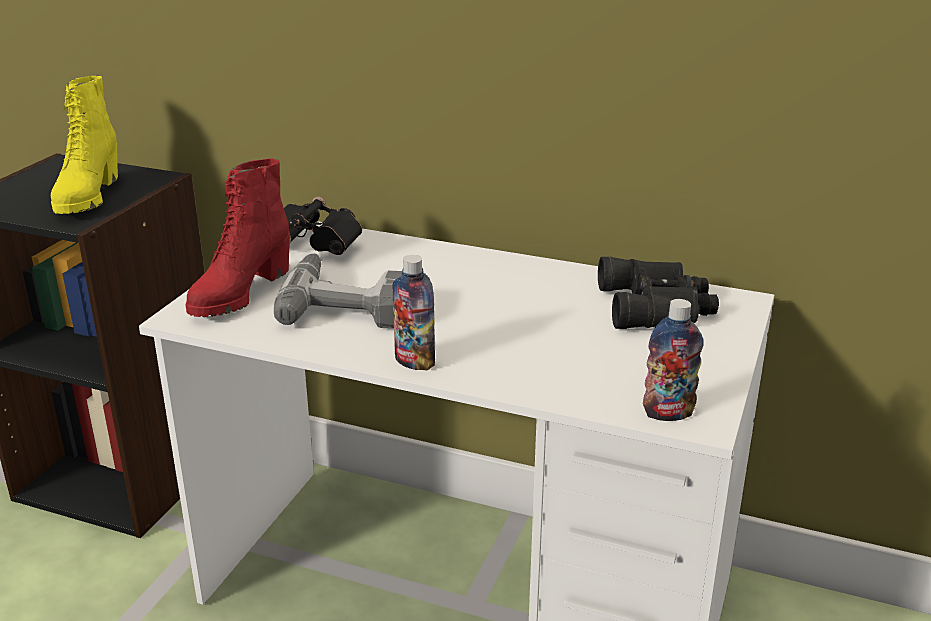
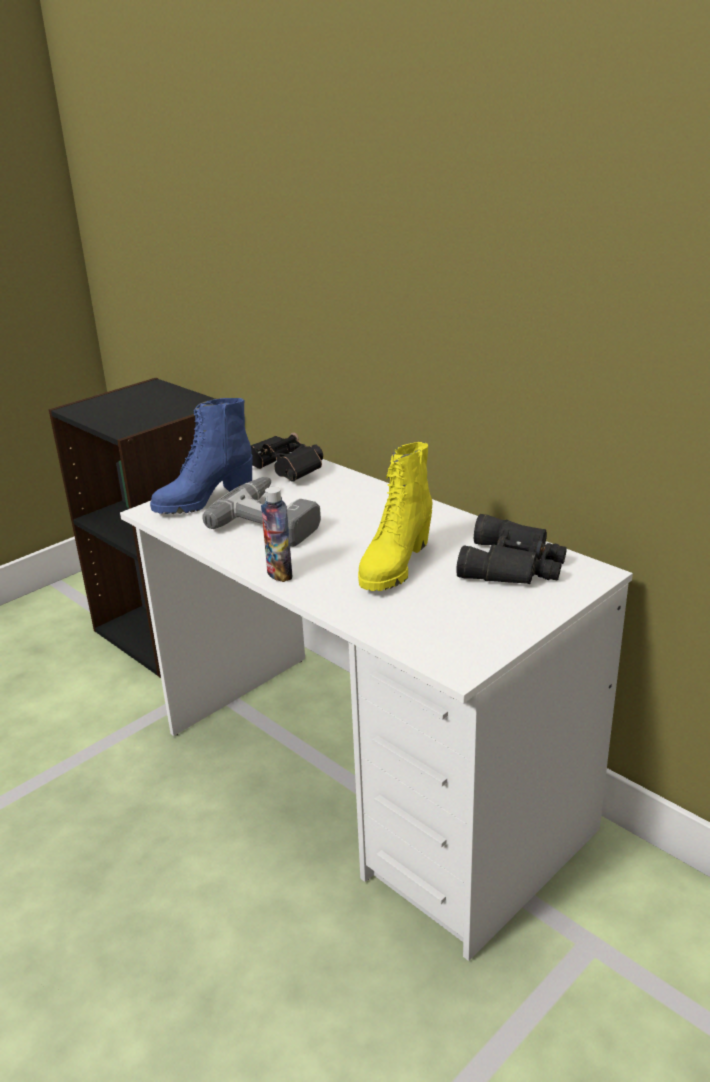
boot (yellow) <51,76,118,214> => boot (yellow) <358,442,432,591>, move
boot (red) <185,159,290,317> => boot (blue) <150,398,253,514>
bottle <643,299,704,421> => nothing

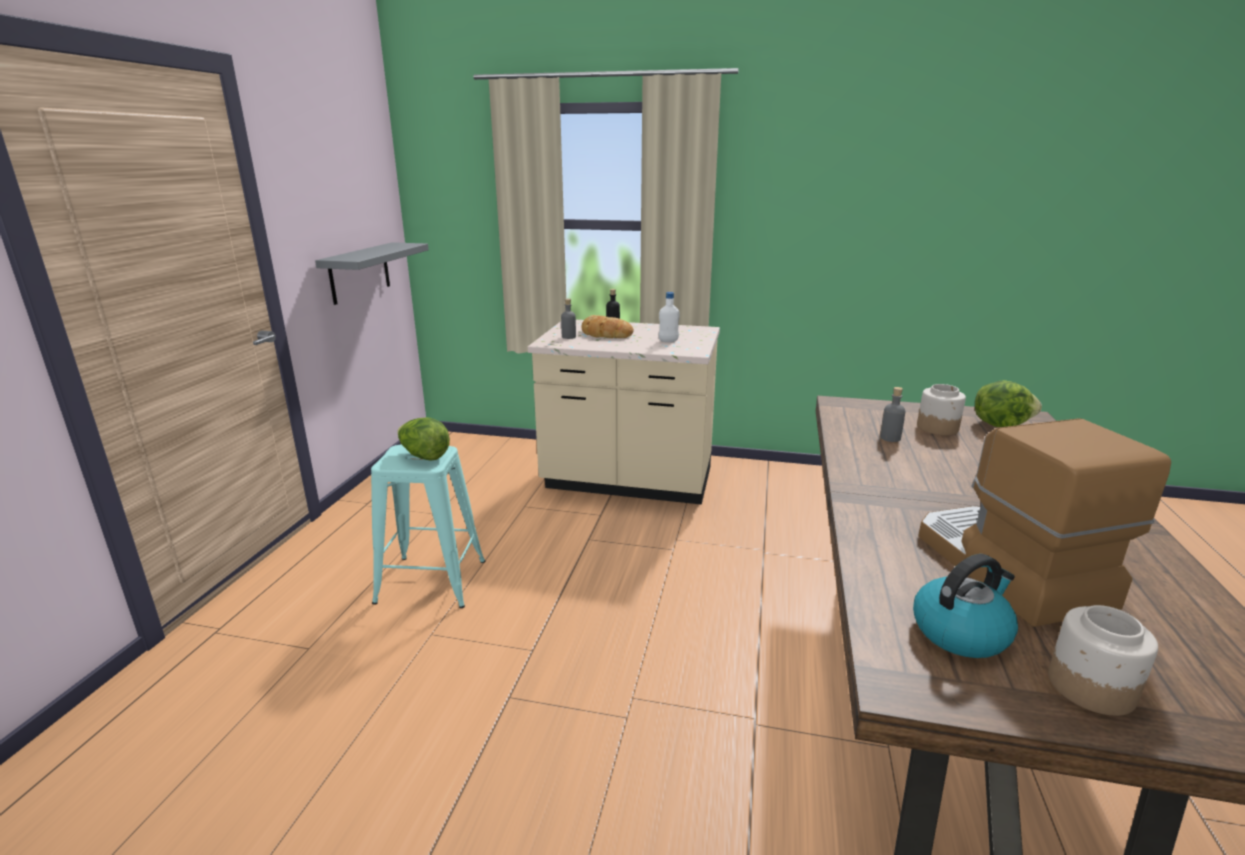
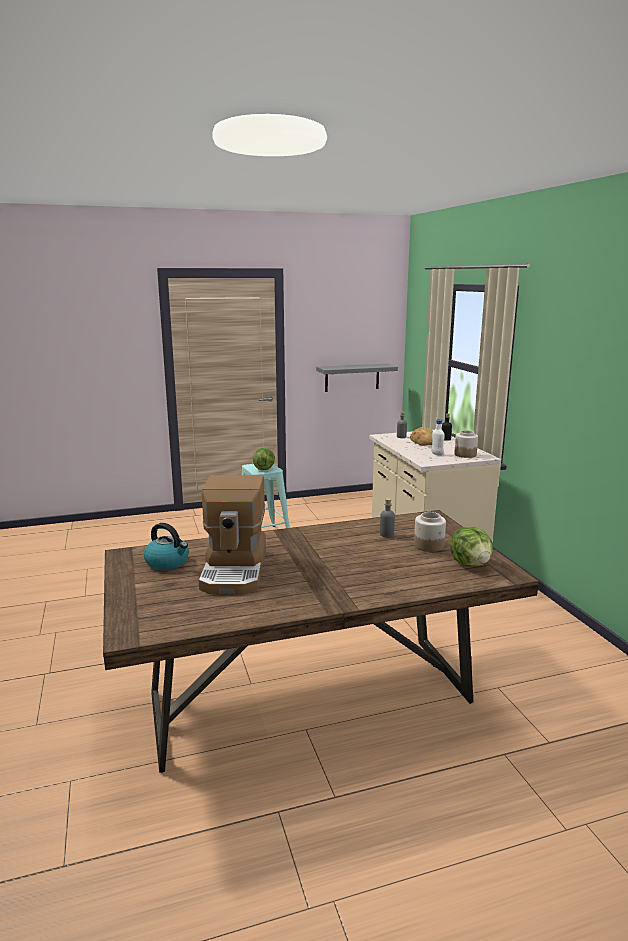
coffee machine <918,418,1171,627> => coffee machine <199,475,266,595>, 135 degrees clockwise
jar <1048,605,1158,716> => jar <454,430,478,458>, move

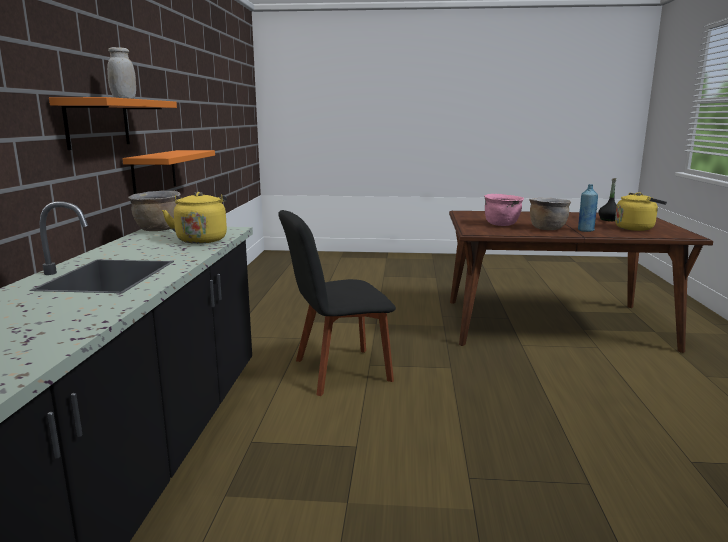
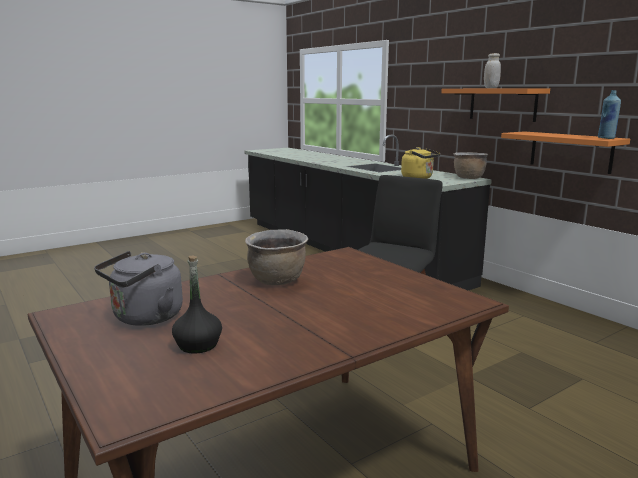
cooking pot (pink) <484,194,524,226> => nothing
bottle (blue) <578,184,598,232> => bottle (blue) <597,90,621,139>, move
kettle (yellow) <615,192,667,231> => kettle (grey) <94,251,183,326>

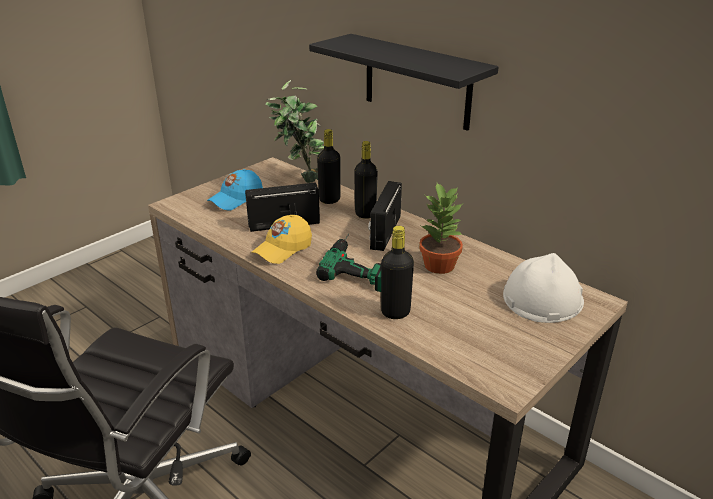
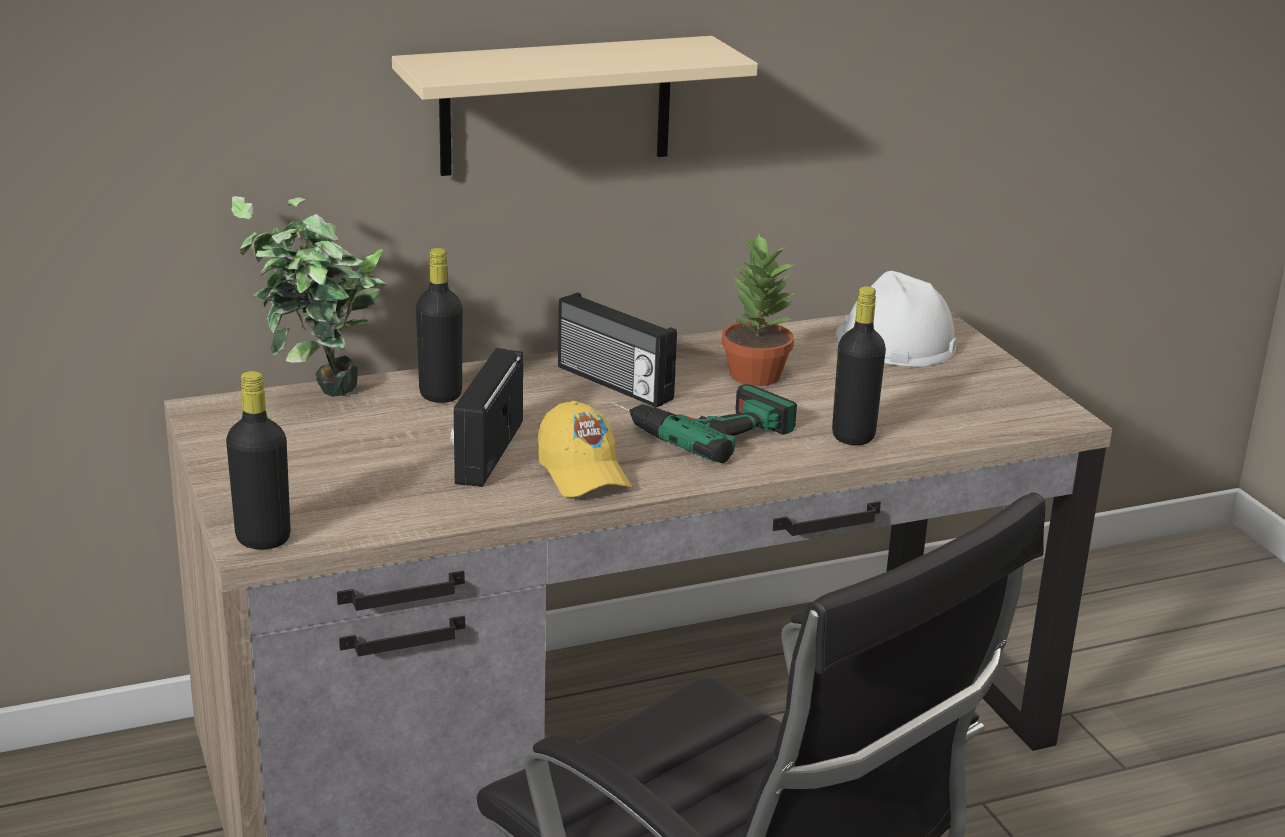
cap (blue) <207,169,263,211> => nothing
shelf (black) <309,34,499,131> => shelf (beige) <392,36,758,176>
bottle (black) <354,141,378,219> => bottle (black) <226,371,291,549>, move

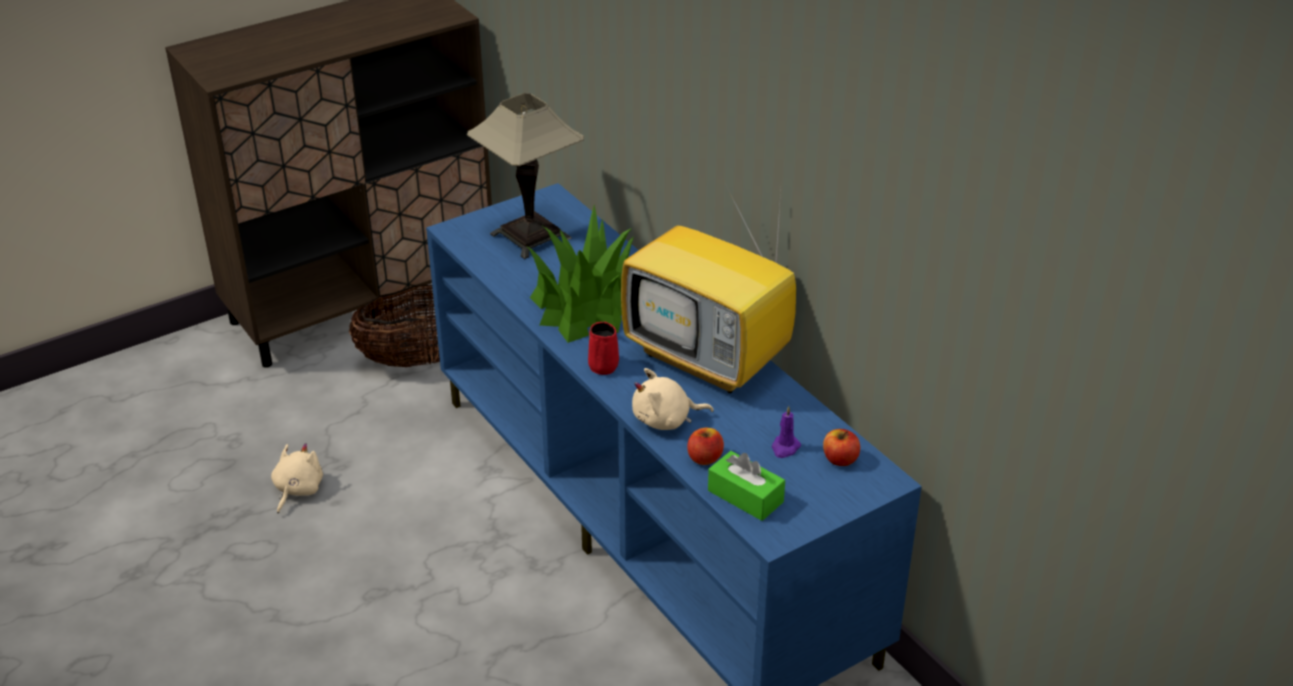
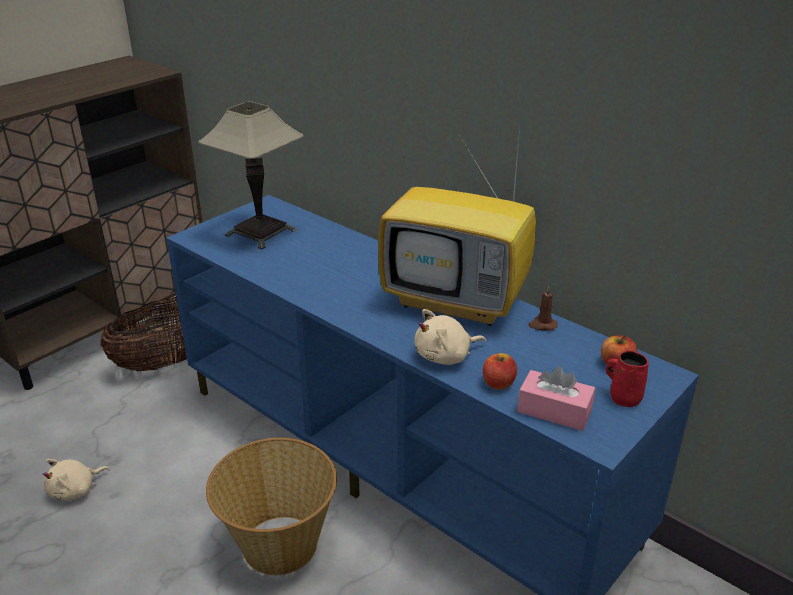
plush toy (beige) <271,443,323,514> => plush toy (beige) <43,459,110,500>, 135 degrees counterclockwise
potted plant <528,205,635,343> => nothing
mug (red) <588,322,619,375> => mug (red) <606,350,649,407>, move
tissue box (green) <708,451,785,521> => tissue box (pink) <517,366,596,431>
candle (purple) <772,406,801,458> => nothing
nothing => basket <206,438,337,575>
nothing => candle (brown) <528,285,558,331>

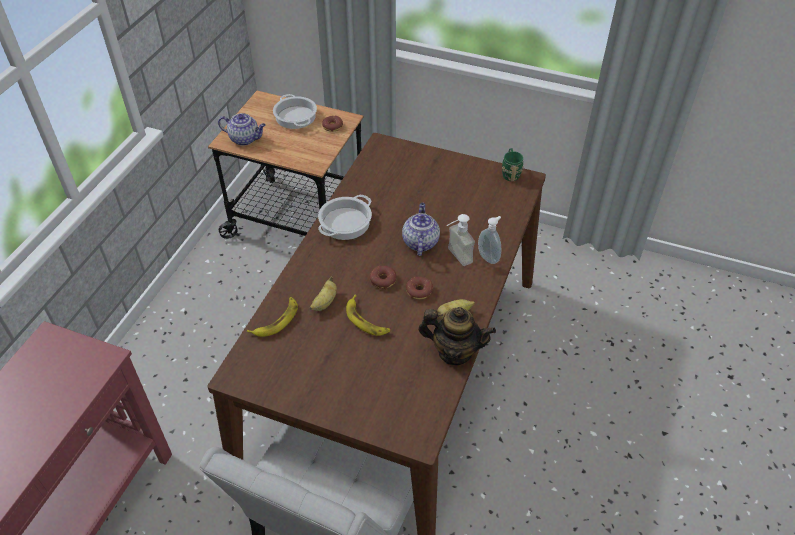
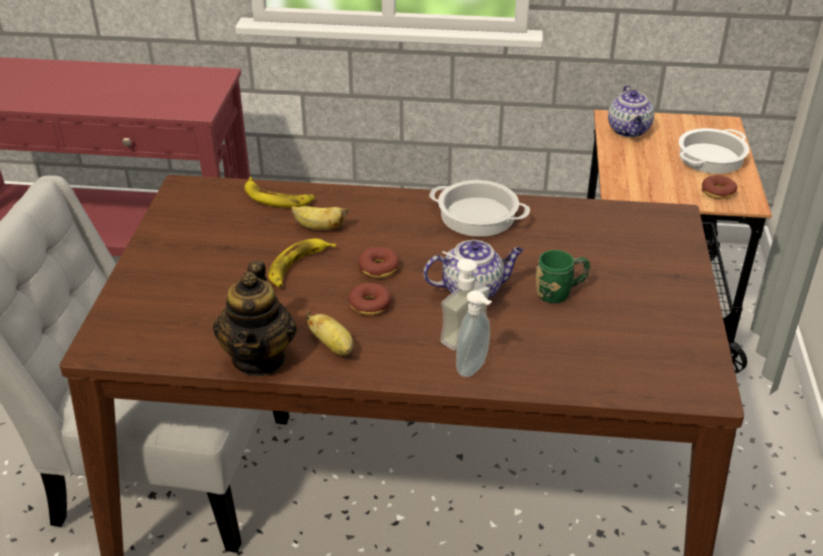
mug (green) <502,148,524,181> => mug (green) <536,250,590,303>, move

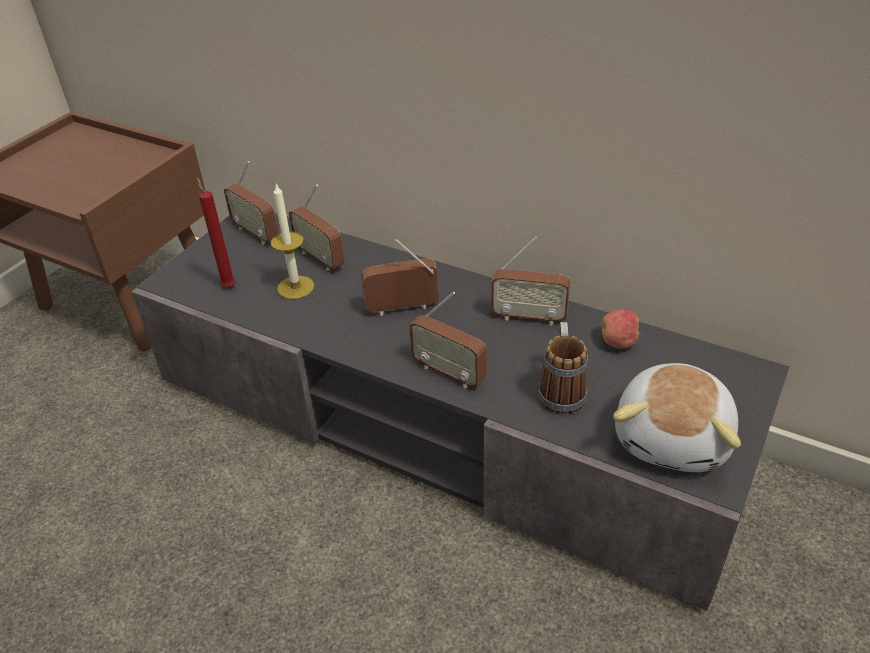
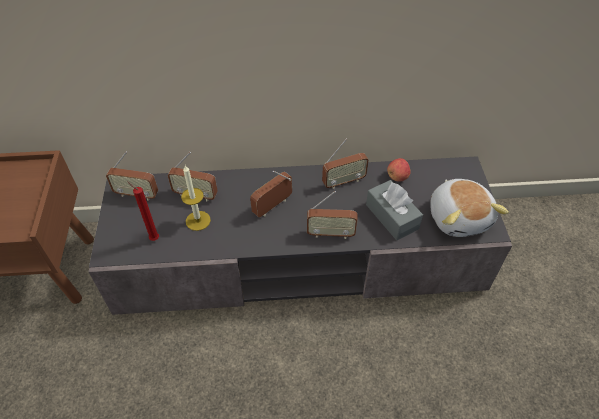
mug <538,322,588,414> => tissue box (grey) <366,180,423,240>

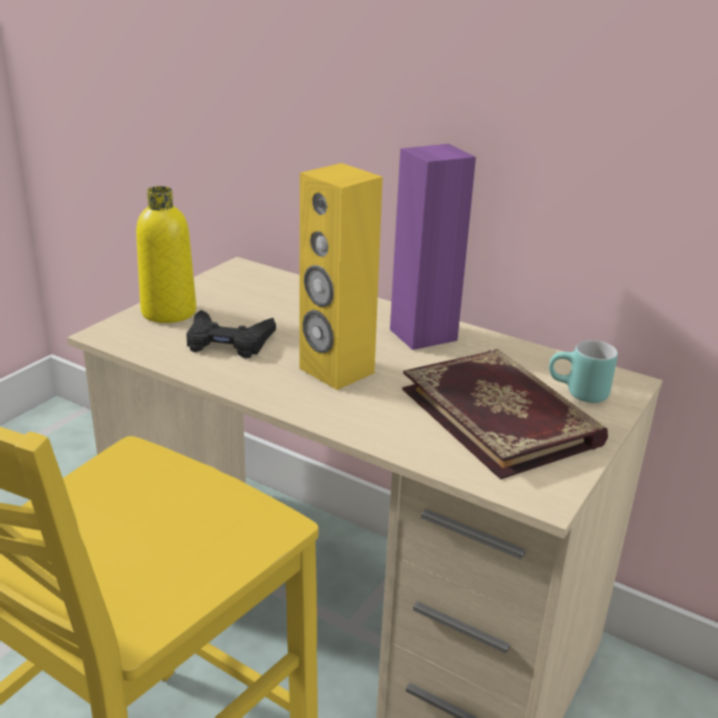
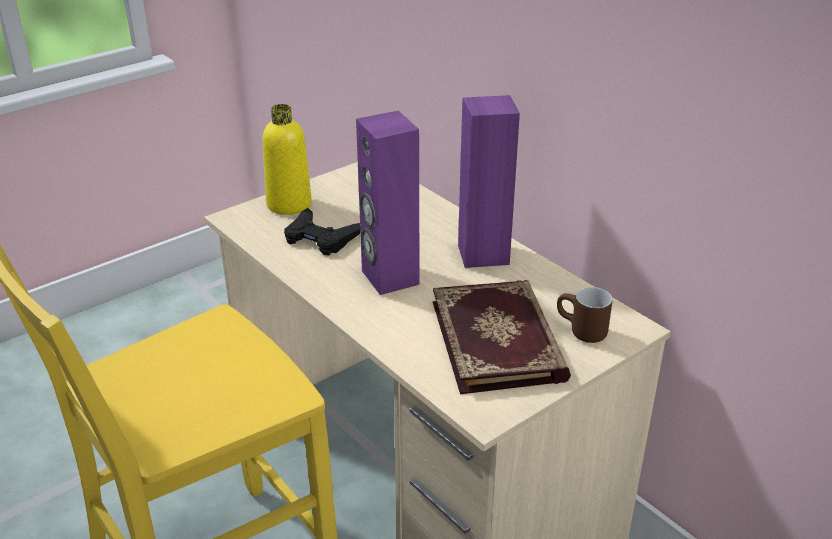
speaker (yellow) <299,163,383,390> => speaker (purple) <356,111,420,295>
mug (turquoise) <549,340,618,403> => mug (brown) <557,287,612,343>

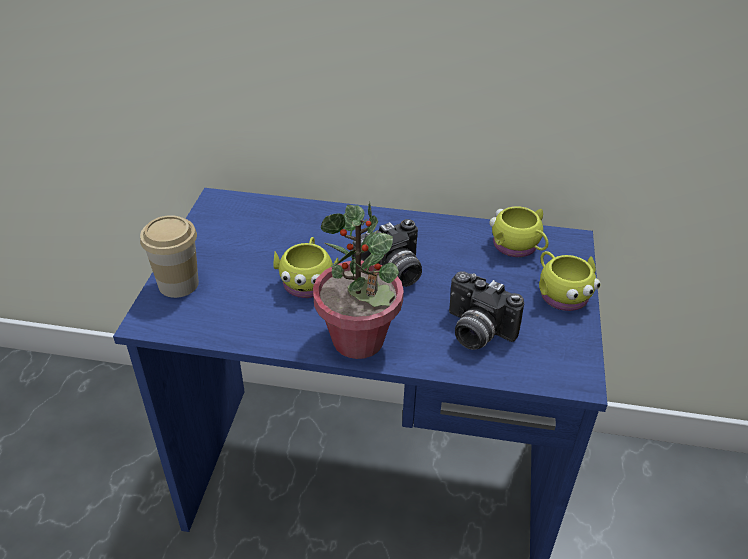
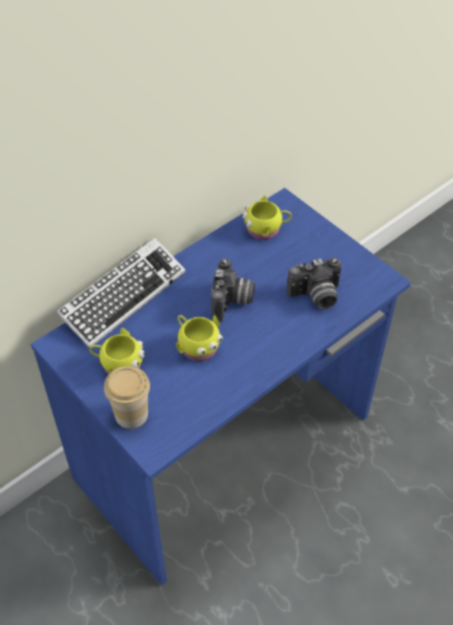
potted plant <313,202,404,359> => nothing
mug (yellow) <539,251,600,311> => mug (yellow) <89,328,145,374>, move
nothing => keyboard <56,237,185,348>

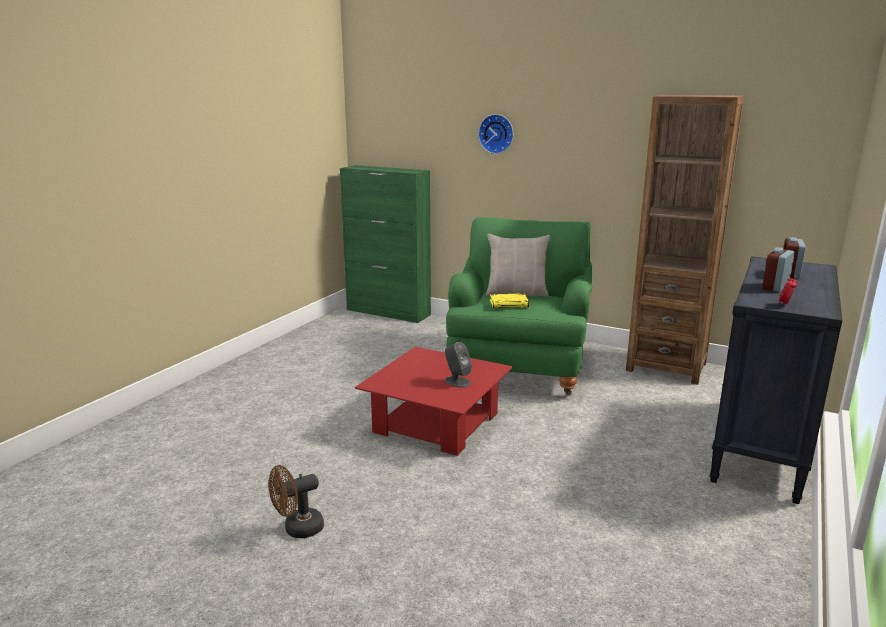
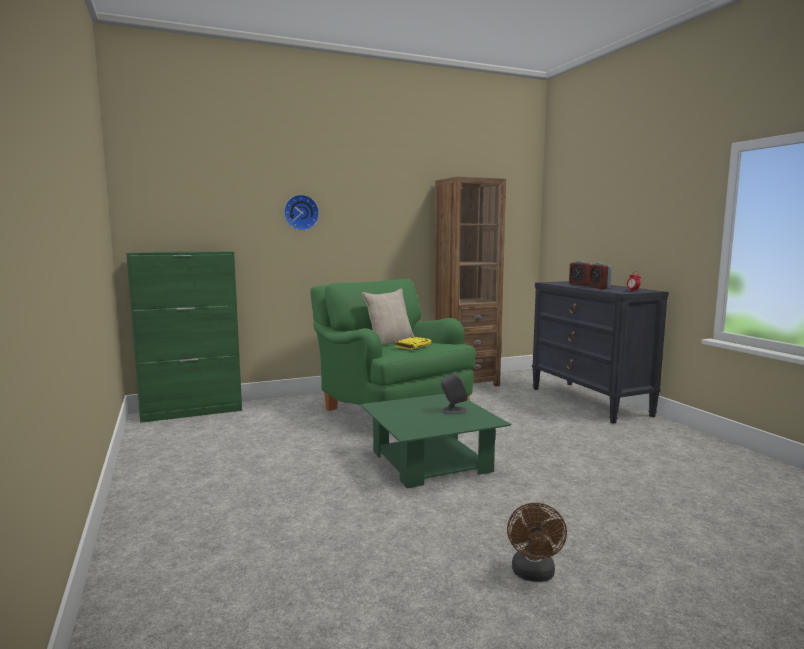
coffee table (red) <355,347,513,456> => coffee table (green) <360,394,511,488>

